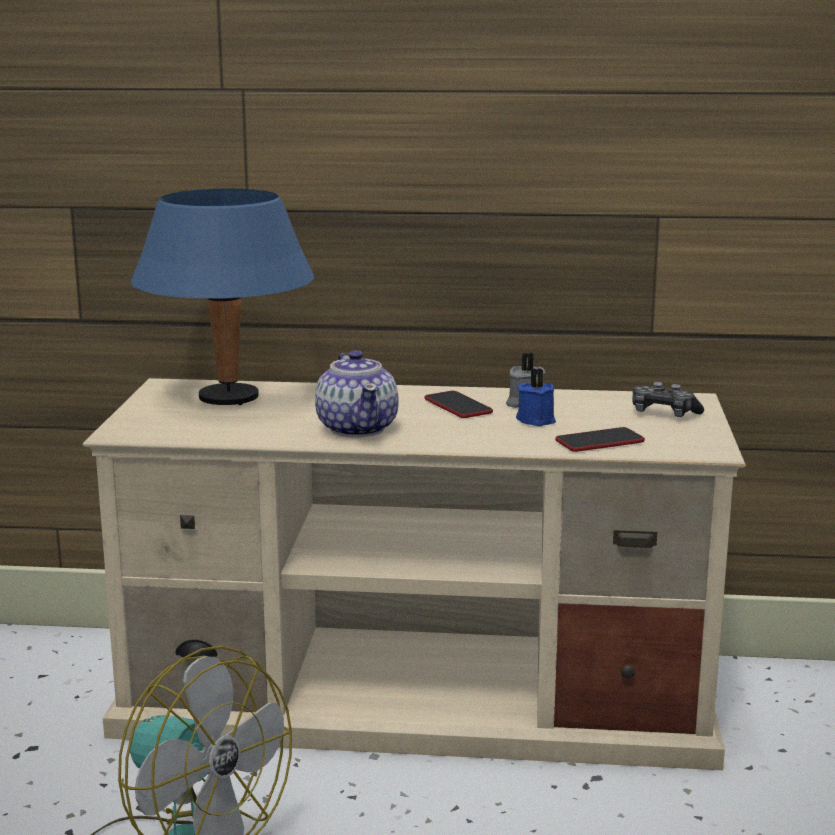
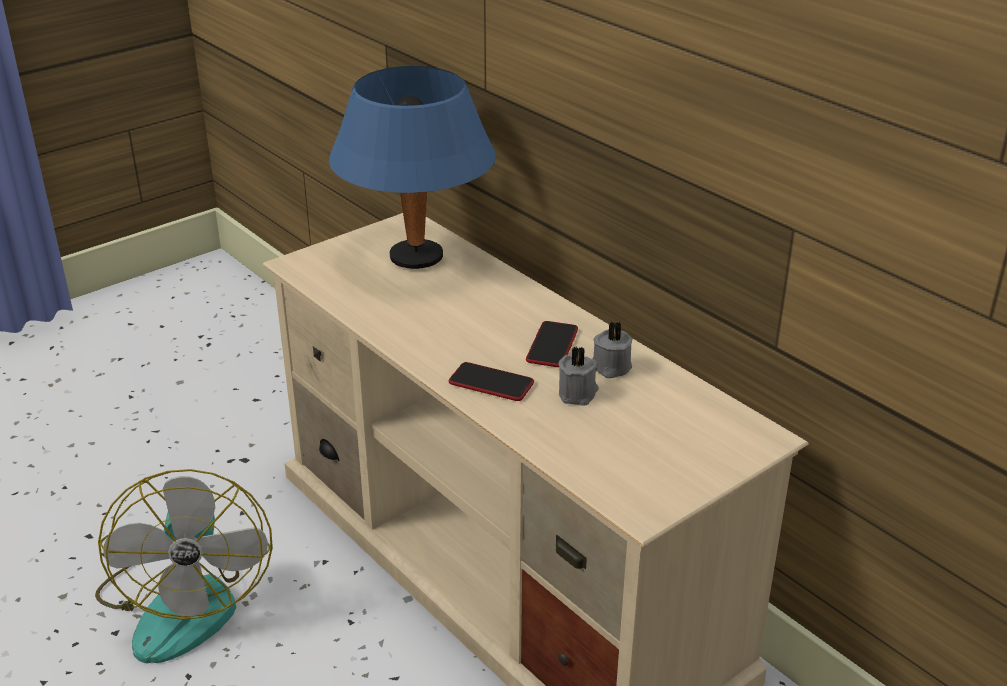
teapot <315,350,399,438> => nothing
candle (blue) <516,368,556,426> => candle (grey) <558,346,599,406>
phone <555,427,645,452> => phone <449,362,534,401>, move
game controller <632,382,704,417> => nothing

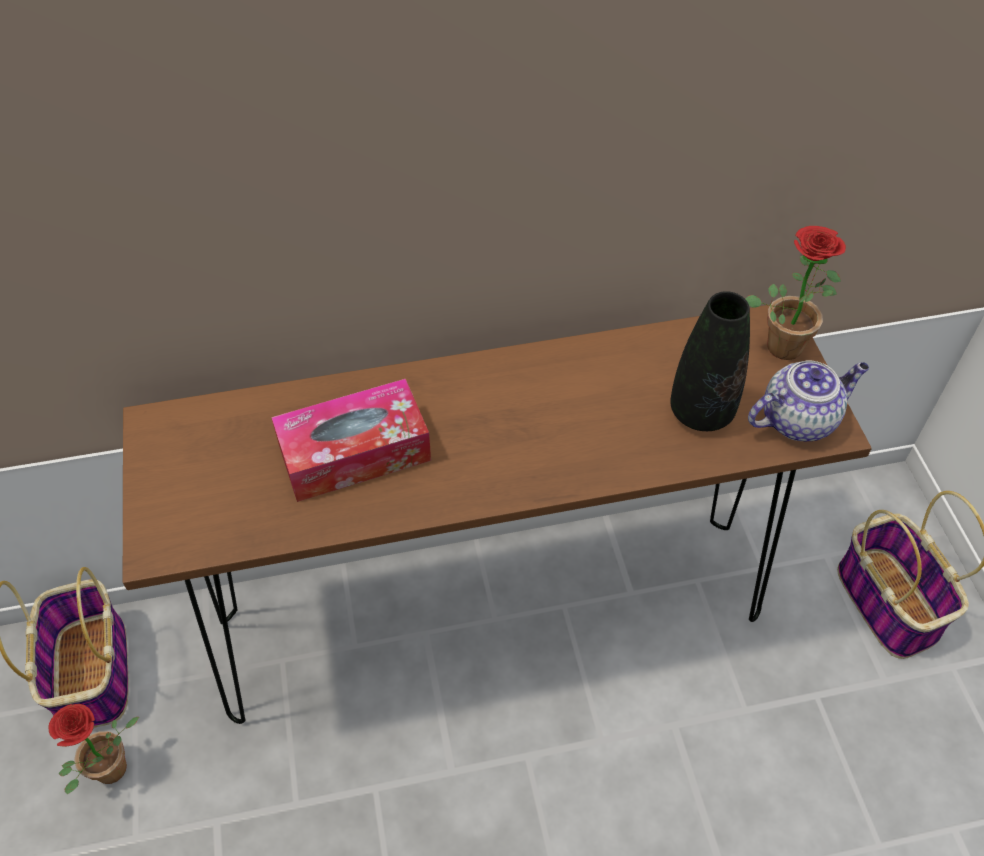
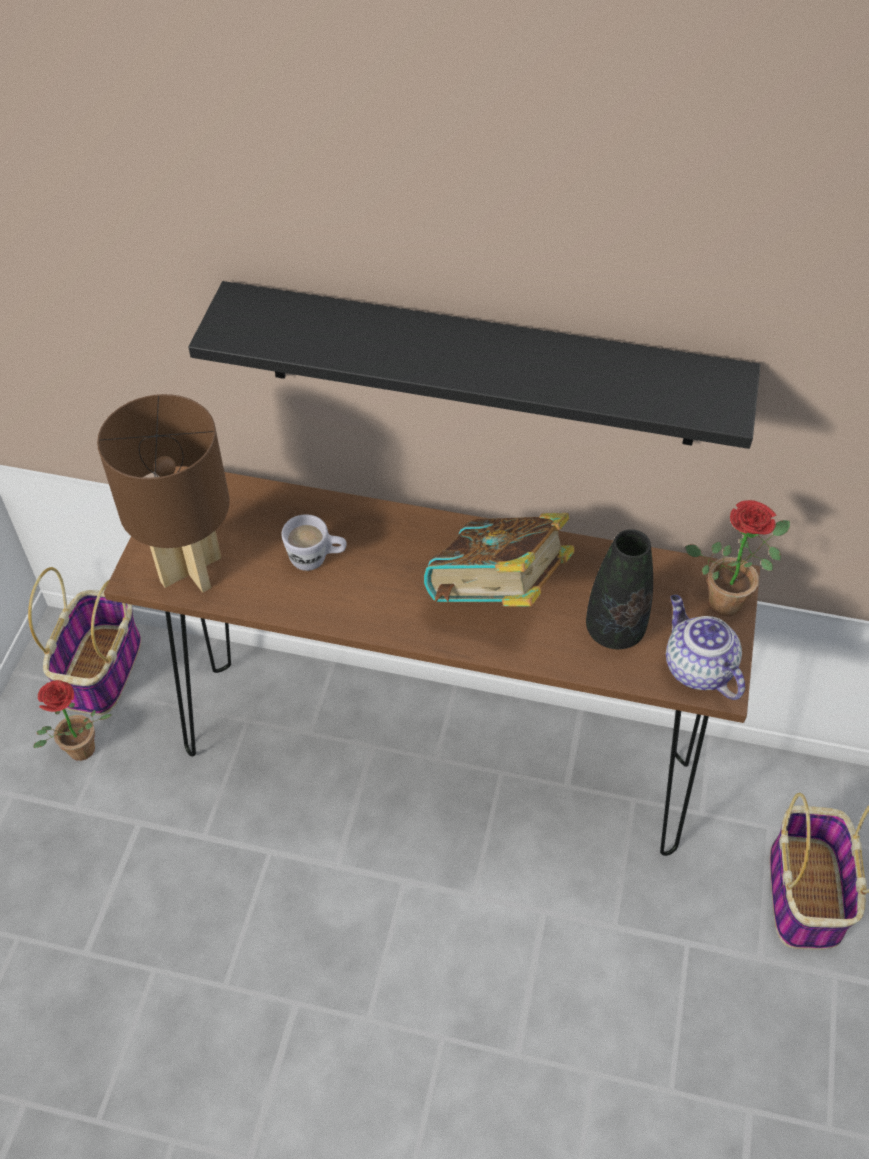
tissue box <271,379,431,502> => mug (white) <281,514,347,571>
teapot <748,360,869,441> => teapot <666,595,745,700>, 120 degrees counterclockwise
nothing => table lamp (brown) <97,394,230,593>
nothing => shelf (black) <188,281,760,449>
nothing => book <424,513,575,607>

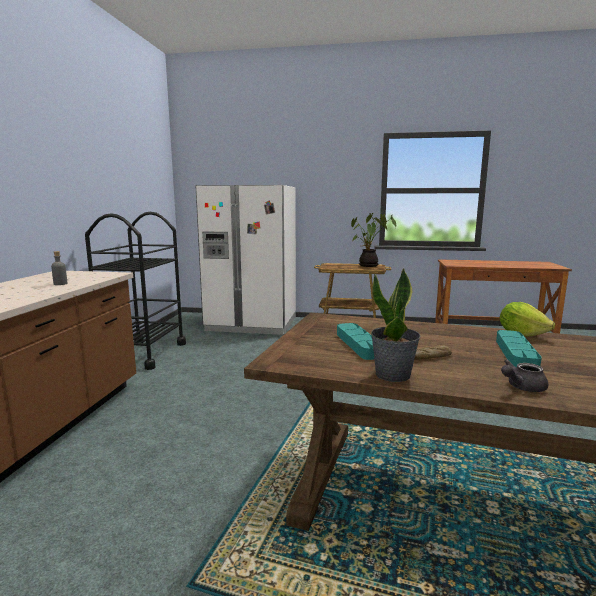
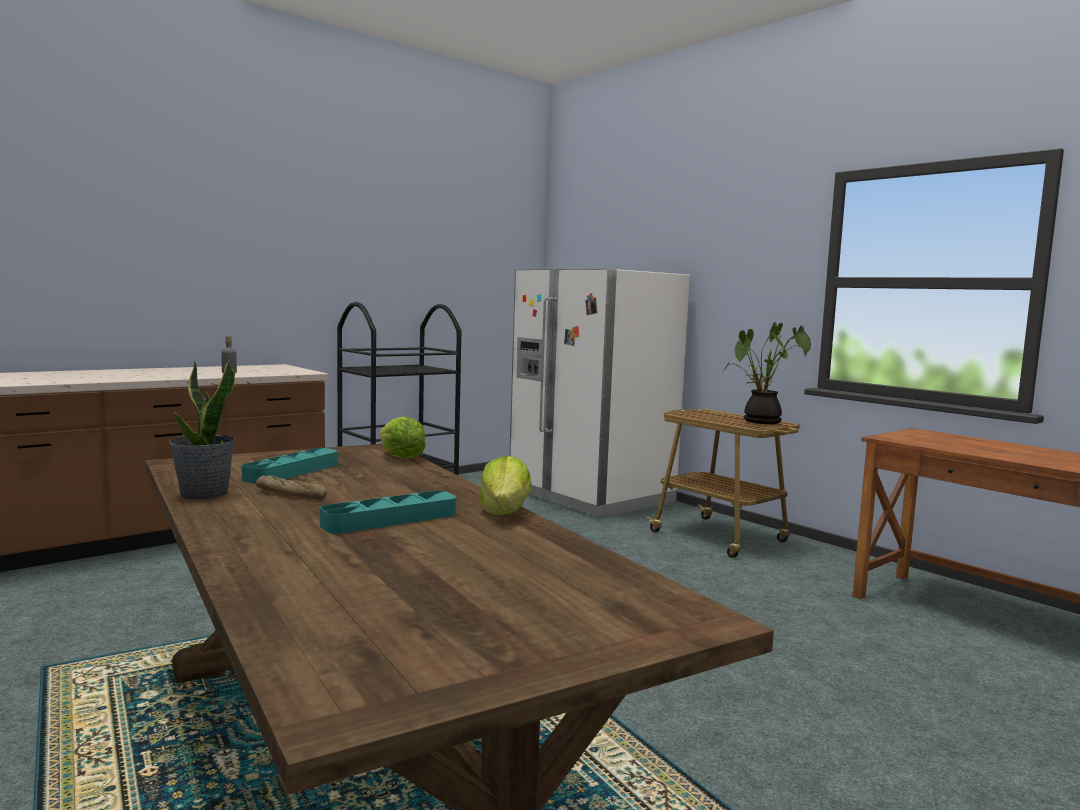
teapot (grey) <501,359,548,392> => nothing
nothing => lettuce <380,417,426,459>

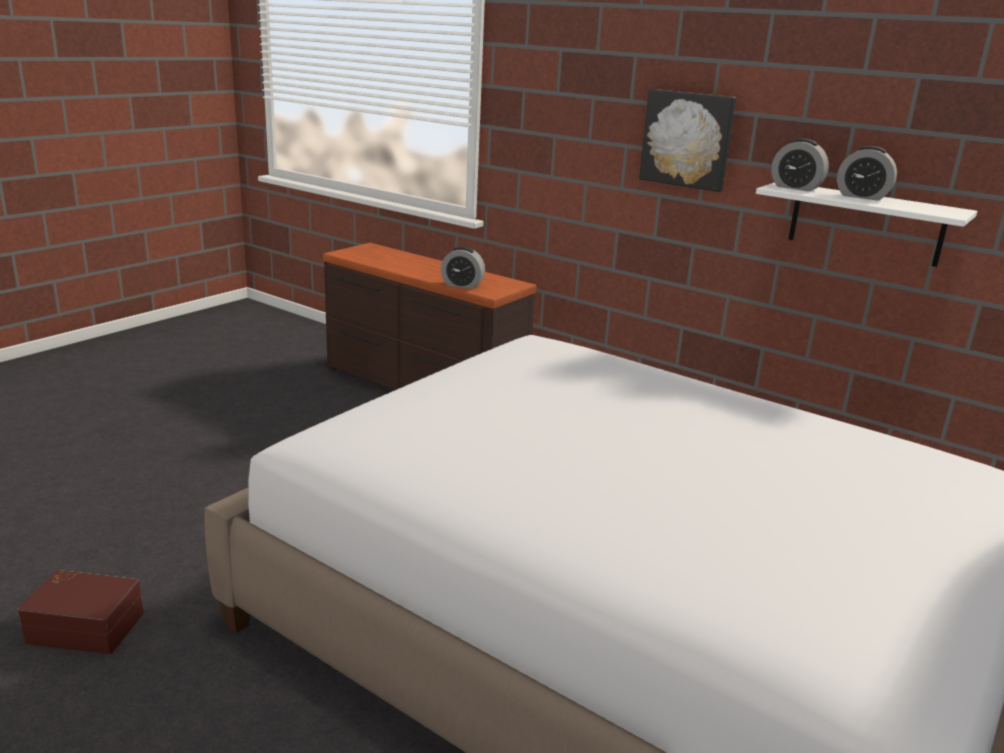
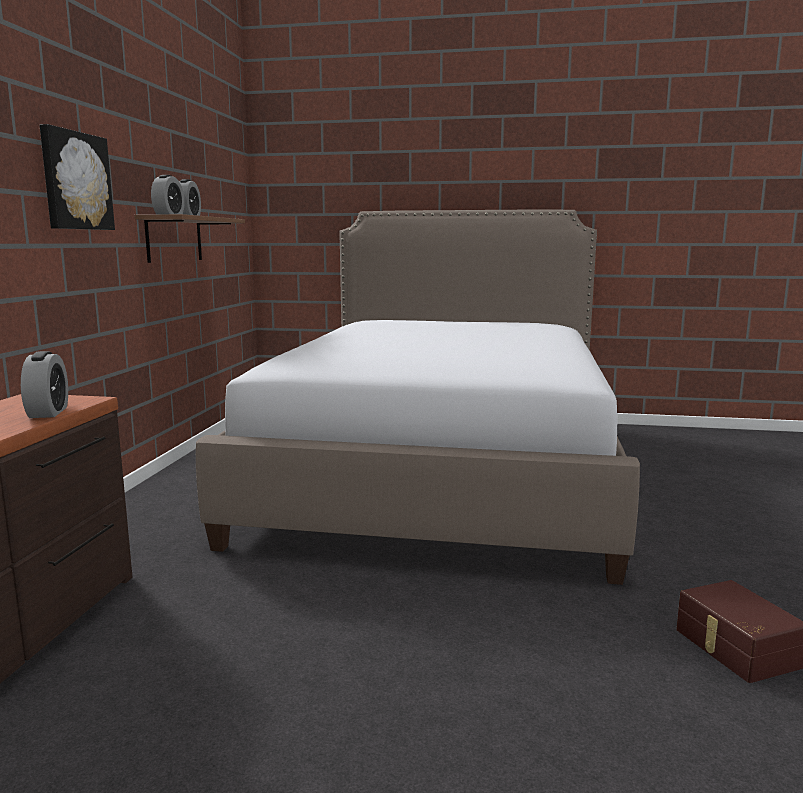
shelf (white) <756,183,977,267> => shelf (brown) <134,214,245,263>

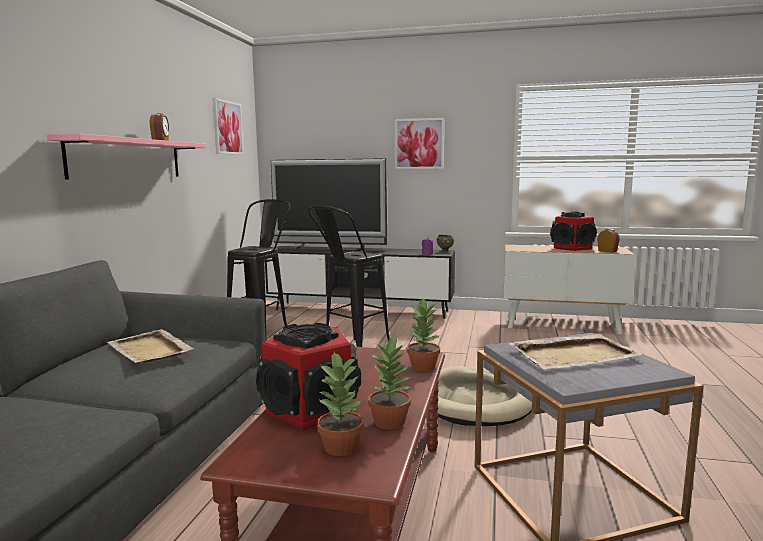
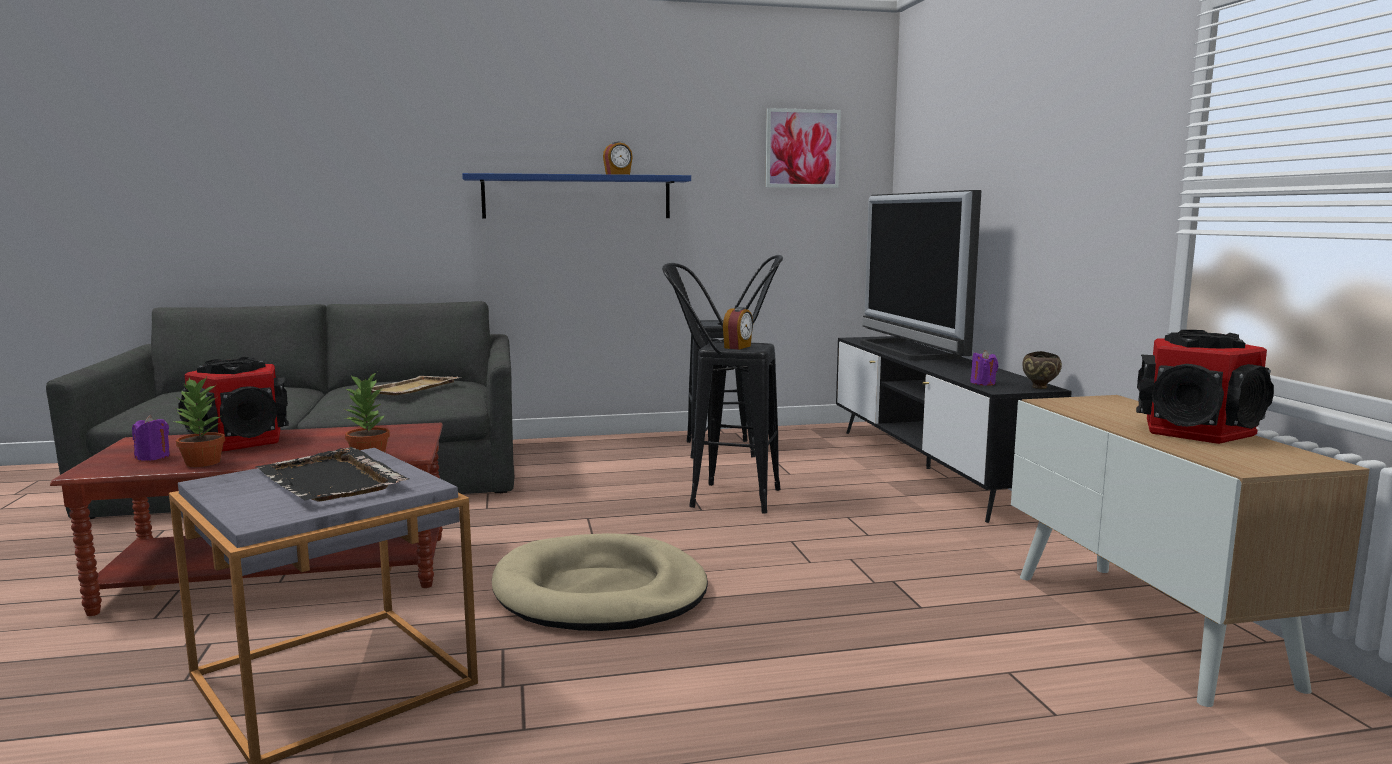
shelf (pink) <47,133,206,179> => shelf (blue) <462,173,691,218>
potted plant <317,352,364,456> => candle (purple) <132,415,170,461>
picture <395,118,444,169> => nothing
tray (beige) <509,334,644,369> => tray (black) <256,447,409,502>
alarm clock <597,229,620,253> => alarm clock <723,307,753,350>, move

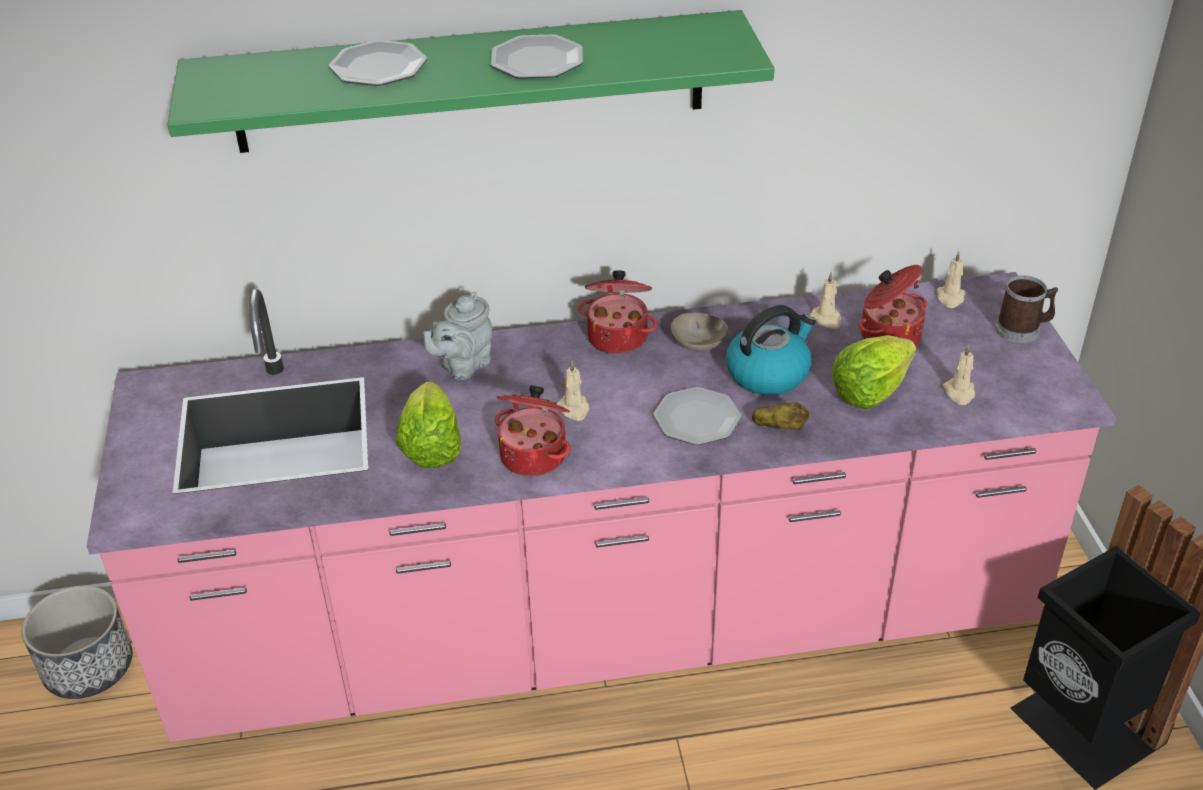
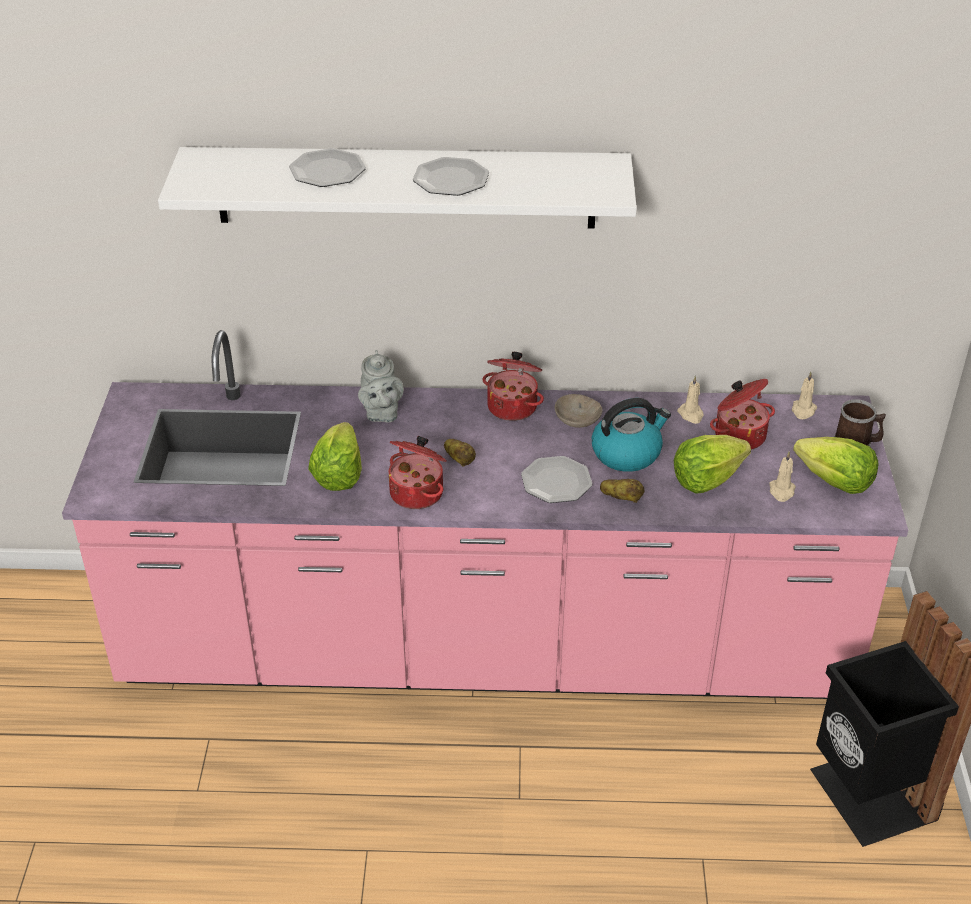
planter <22,586,132,699> => nothing
shelf (green) <168,10,775,153> => shelf (white) <158,147,637,229>
teapot (grey) <423,292,492,380> => teapot (grey) <358,350,404,422>, 60 degrees counterclockwise
candle (beige) <557,361,589,421> => potato <444,439,476,467>
nothing => lettuce <793,437,879,494>

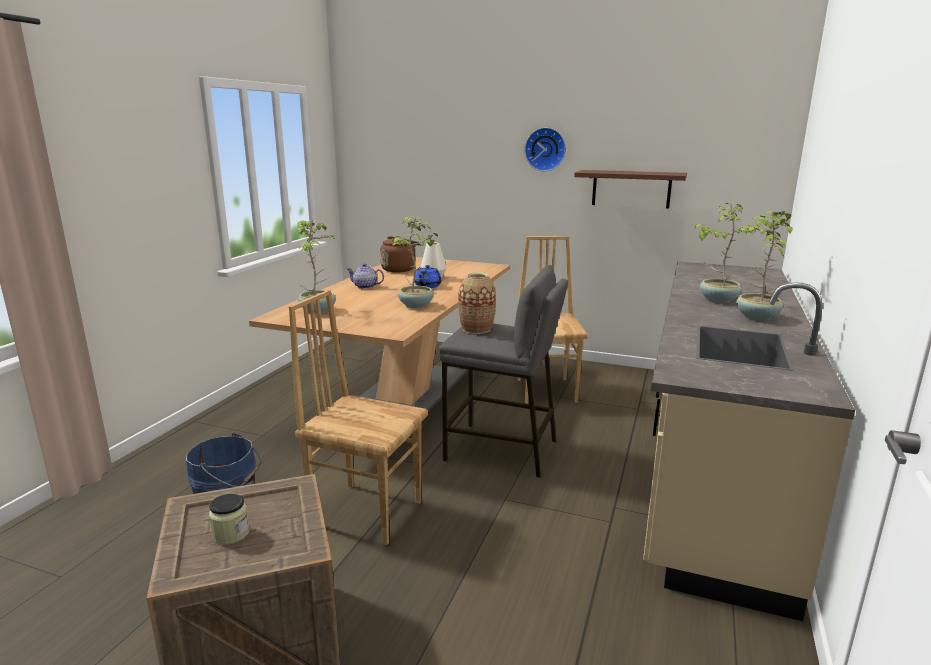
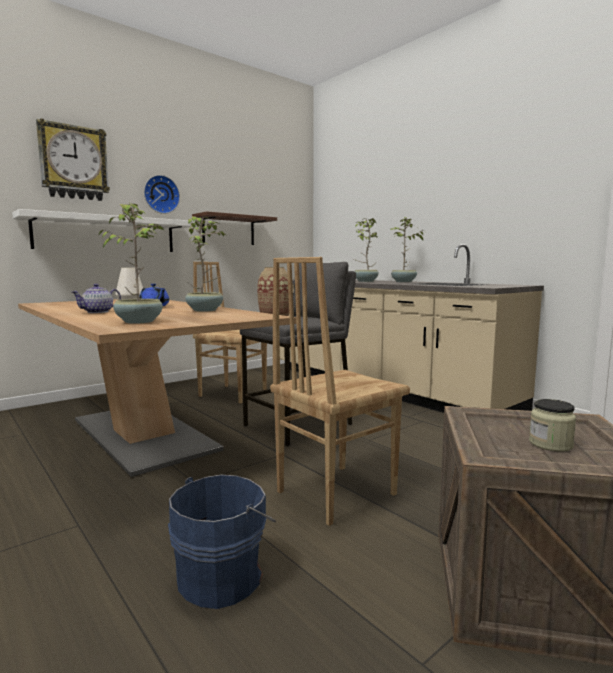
kettle (brown) <380,236,422,273> => nothing
nothing => shelf (white) <12,209,195,252>
nothing => wall clock <36,118,110,201>

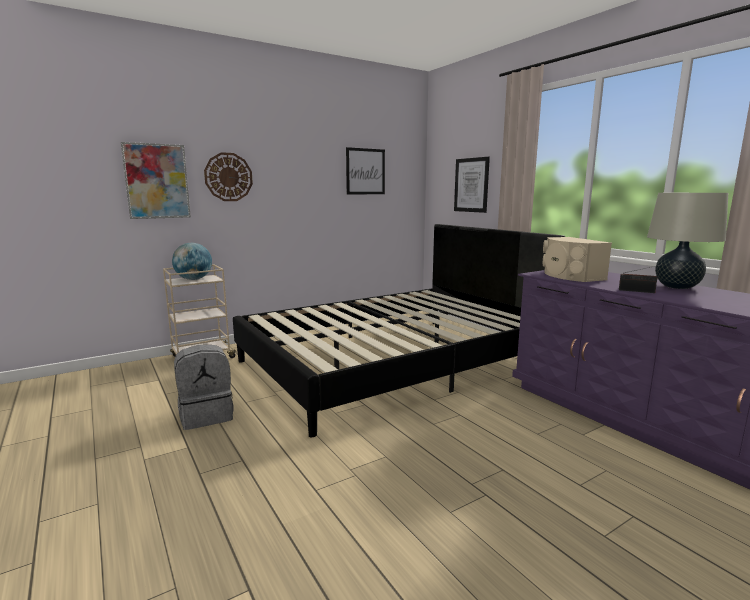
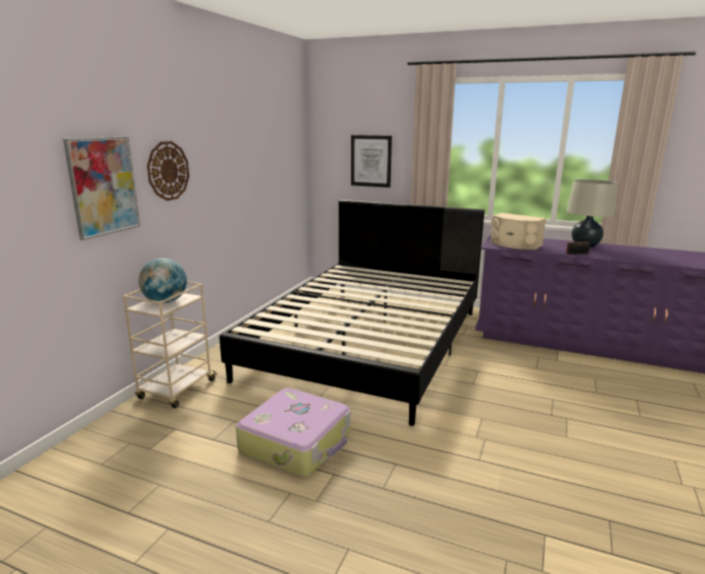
backpack (grey) <174,345,234,430> => suitcase <236,388,351,477>
picture <346,147,385,194> => nothing

